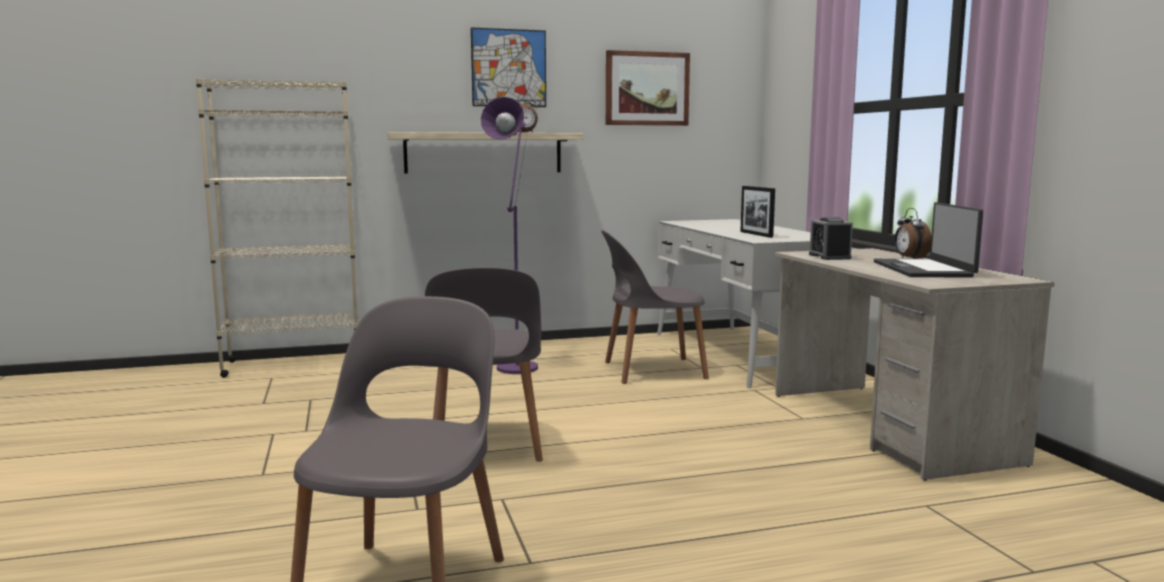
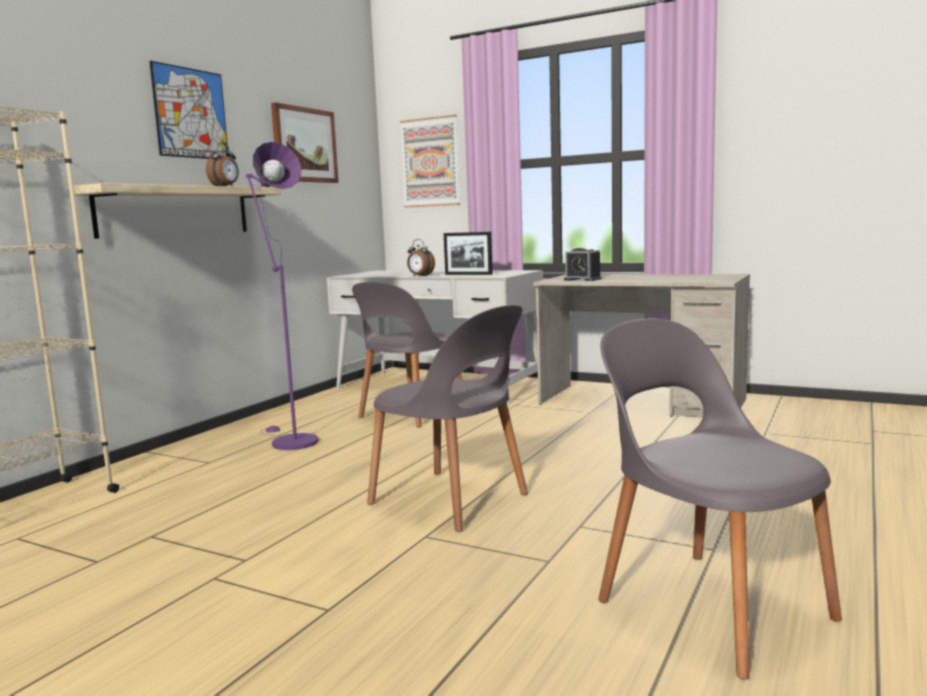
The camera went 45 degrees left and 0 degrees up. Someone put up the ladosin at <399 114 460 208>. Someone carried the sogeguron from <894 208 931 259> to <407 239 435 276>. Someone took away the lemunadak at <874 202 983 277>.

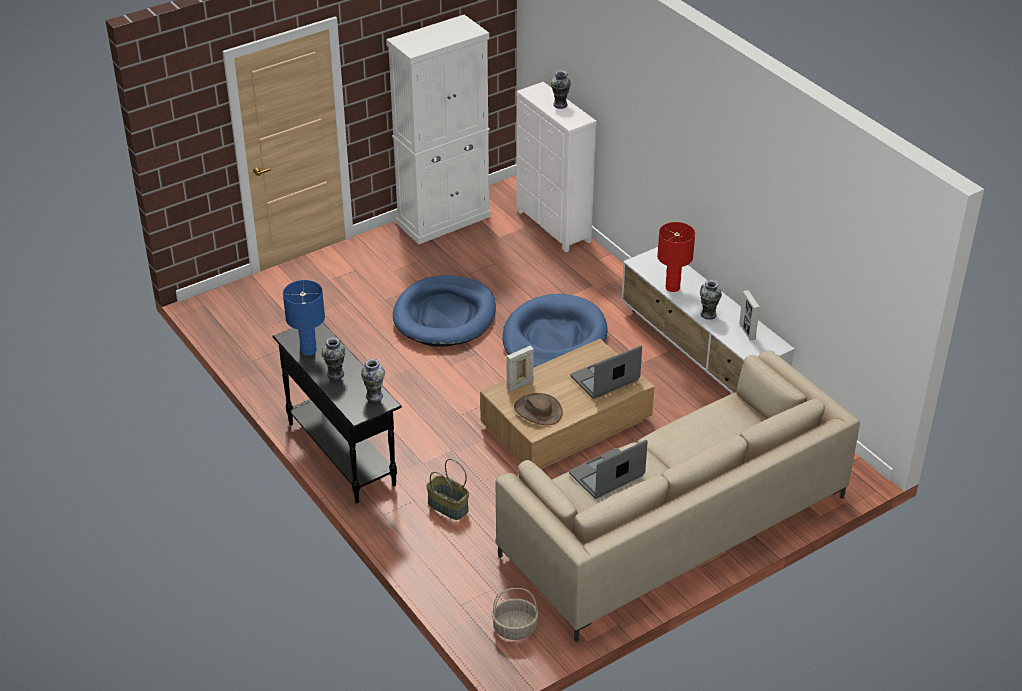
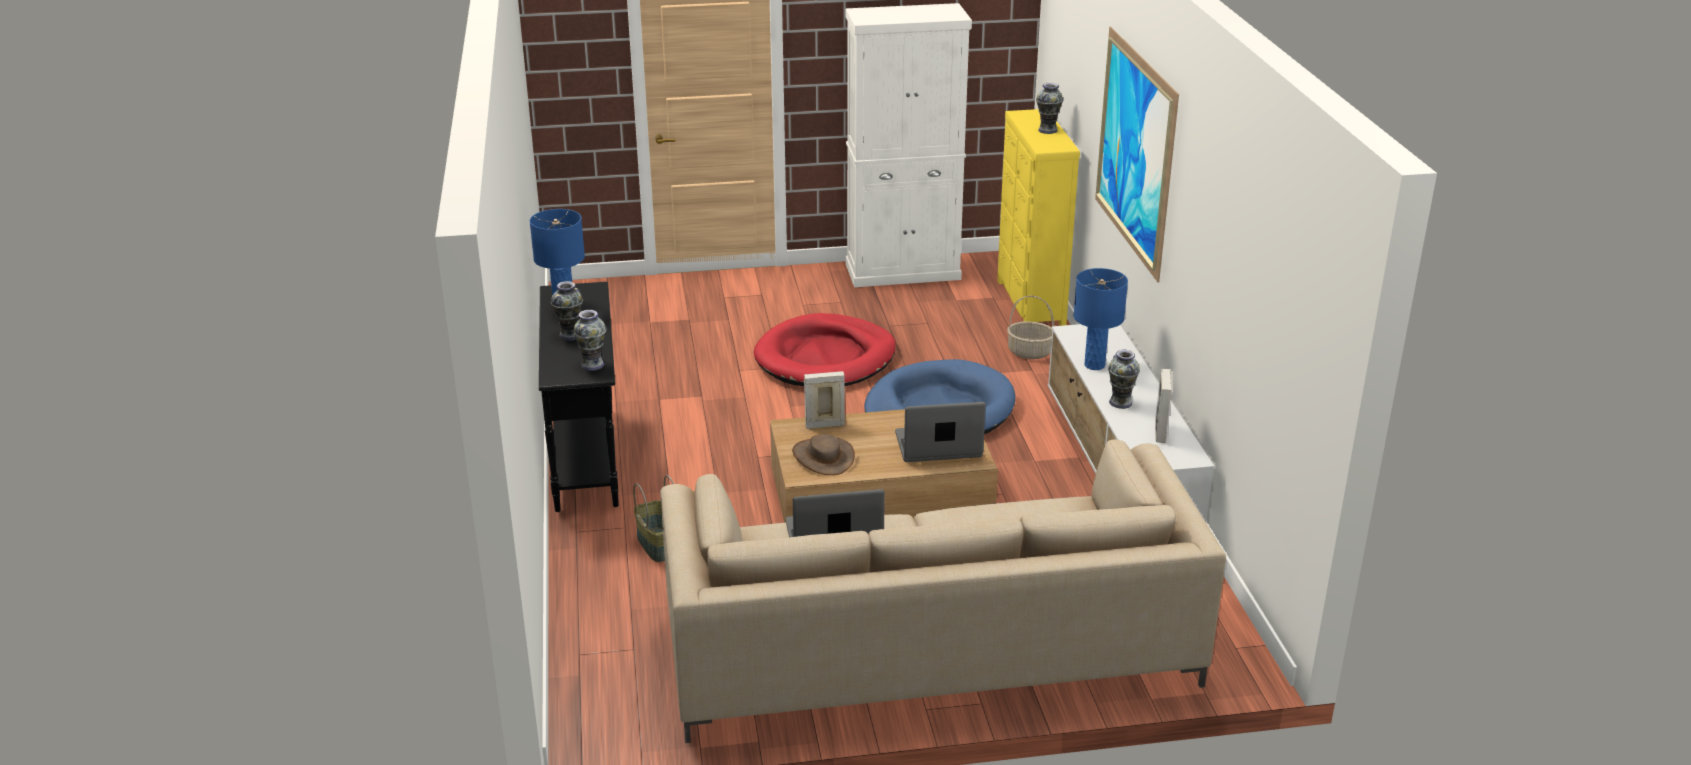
The camera went 25 degrees right and 10 degrees down. Someone repainted the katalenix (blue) at <393 275 496 347>, which became the katalenix (red) at <754 313 896 386>. Someone repainted the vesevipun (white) at <516 82 597 252>, which became the vesevipun (yellow) at <997 109 1080 326>. Someone carried the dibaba from <492 588 538 640> to <1007 296 1054 359>. Someone repainted the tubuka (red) at <657 222 695 292>, which became the tubuka (blue) at <1074 268 1128 370>. Someone put up the ladosin at <1095 26 1179 283>.

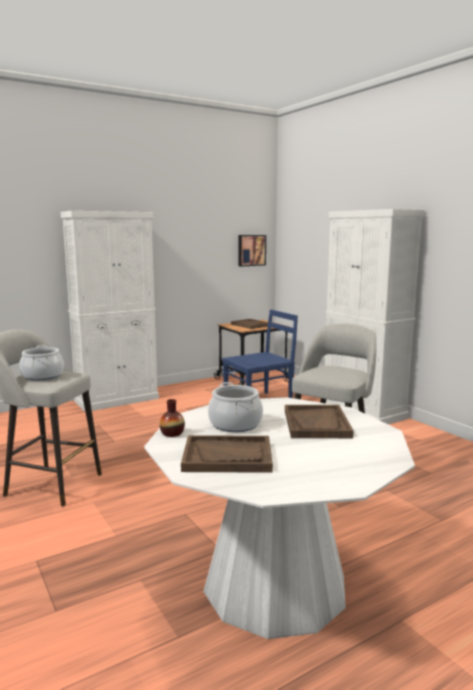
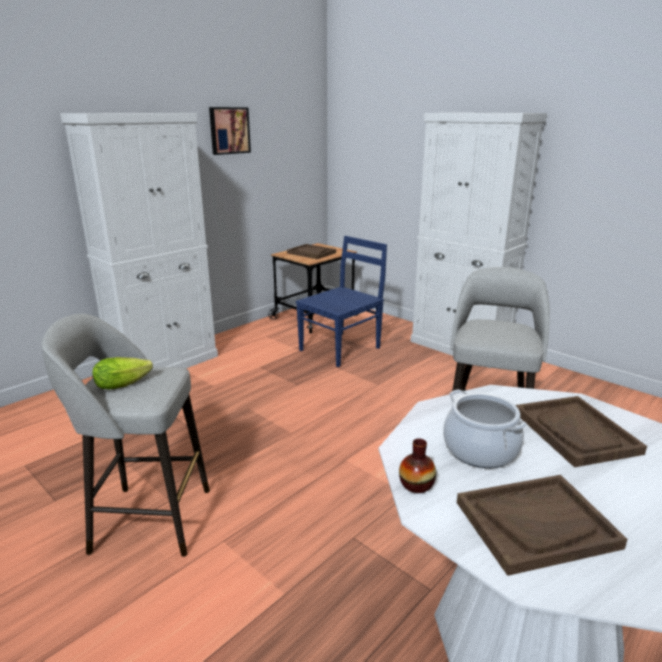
The camera went 15 degrees left and 10 degrees up. Someone swapped the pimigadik at <19 345 64 381> for the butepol at <92 357 153 390>. Someone carried the ladosin from <239 235 266 267> to <209 107 251 155>.

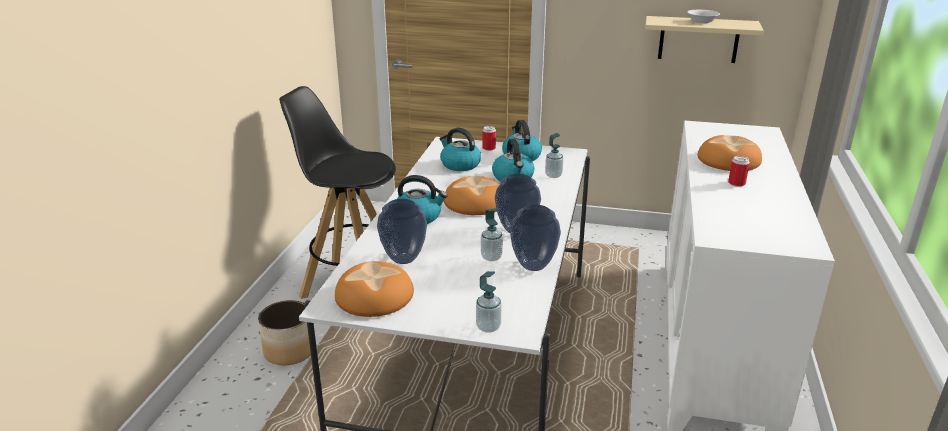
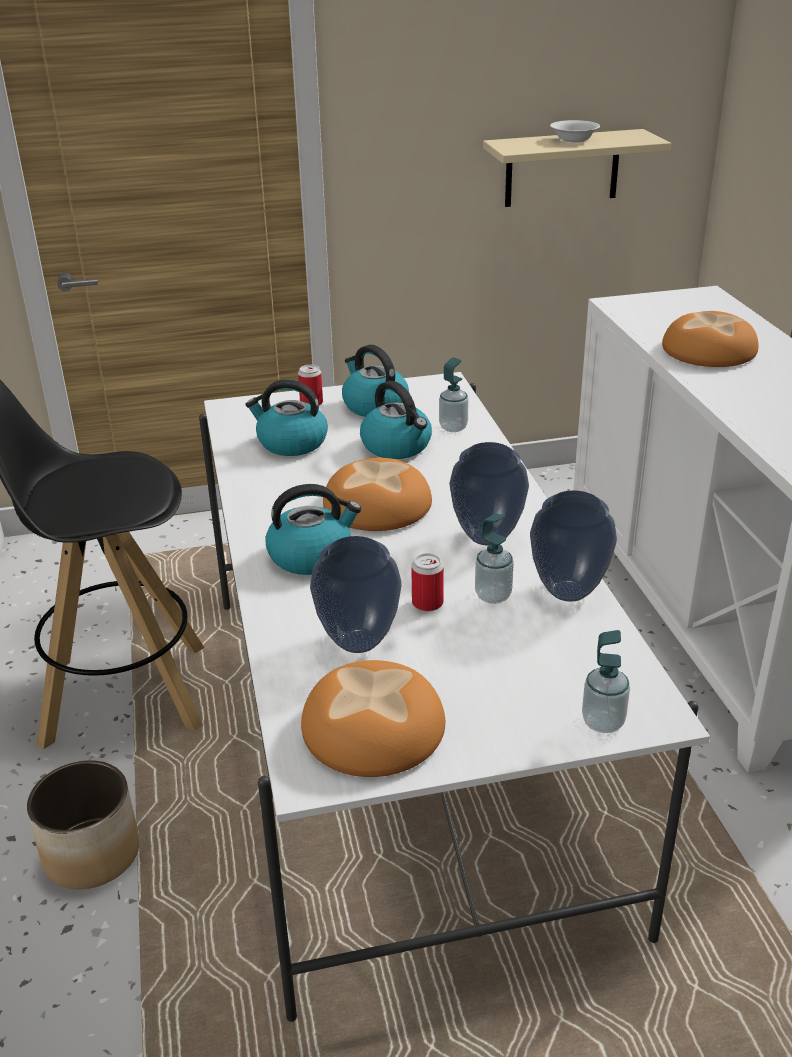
The camera went 25 degrees left and 5 degrees up. Someone carried the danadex from <728 156 750 187> to <411 553 444 611>.

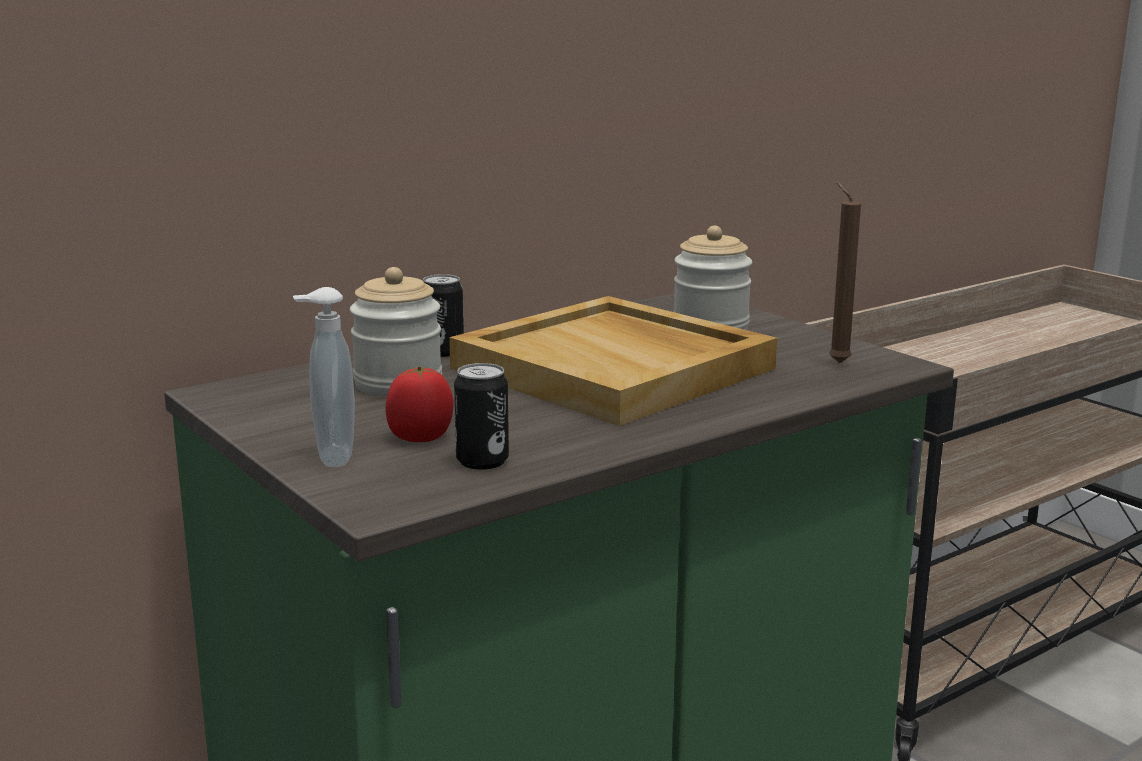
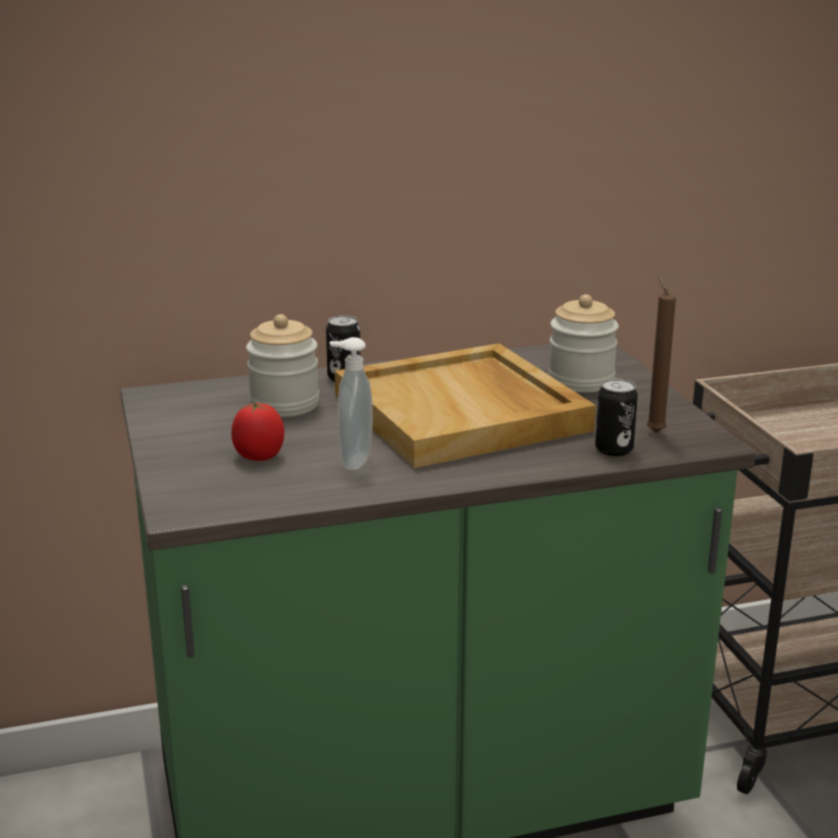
The camera went 20 degrees right and 5 degrees up. Someone carried the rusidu from <293 287 355 467> to <330 337 373 470>. Someone carried the danadex from <454 363 509 470> to <595 379 638 456>.

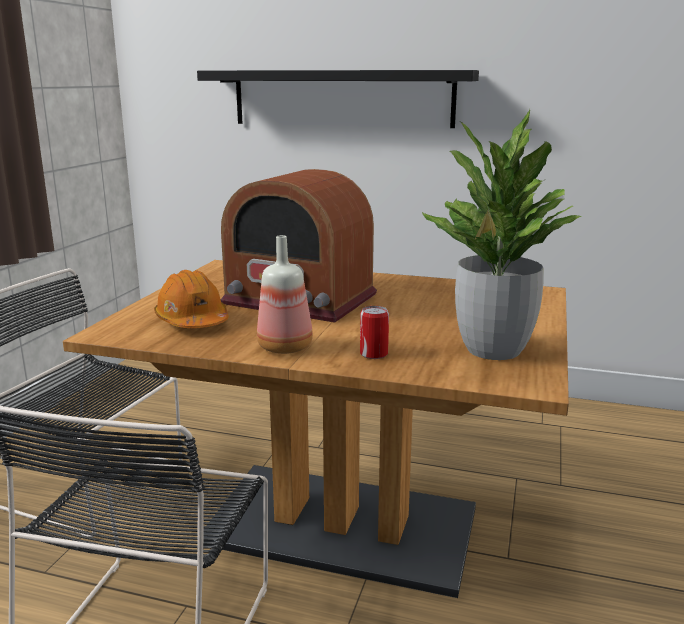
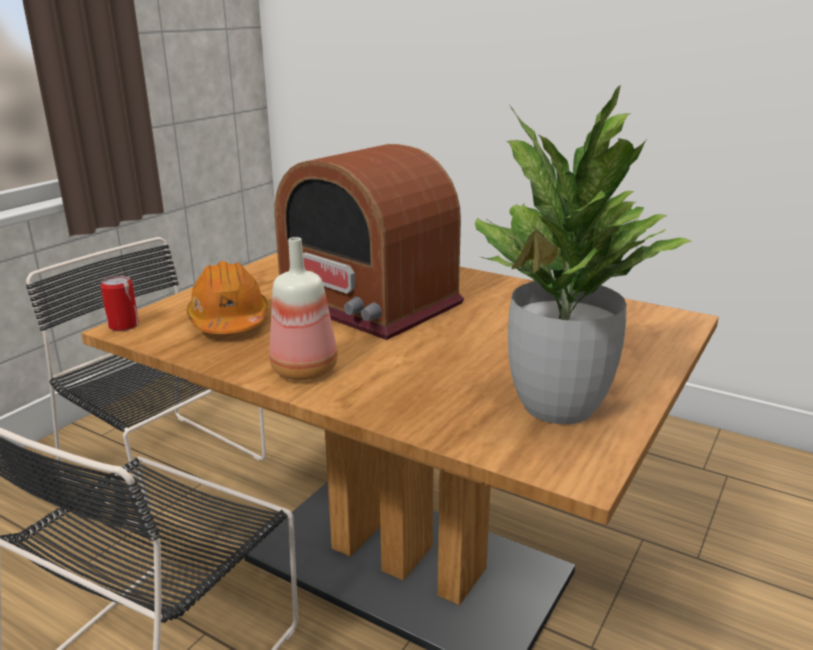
The camera went 15 degrees right and 5 degrees up. Someone carried the danadex from <360 306 389 359> to <100 276 139 331>. Someone took away the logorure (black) at <197 70 479 128>.

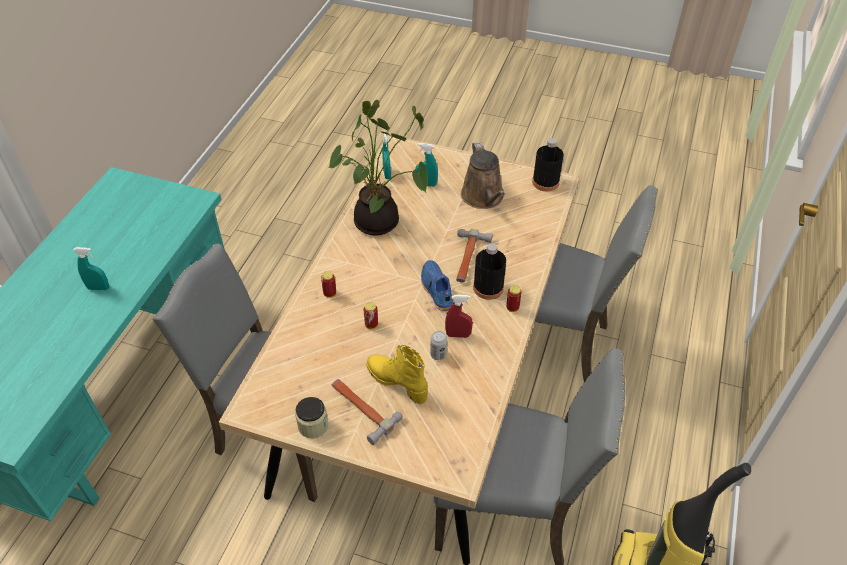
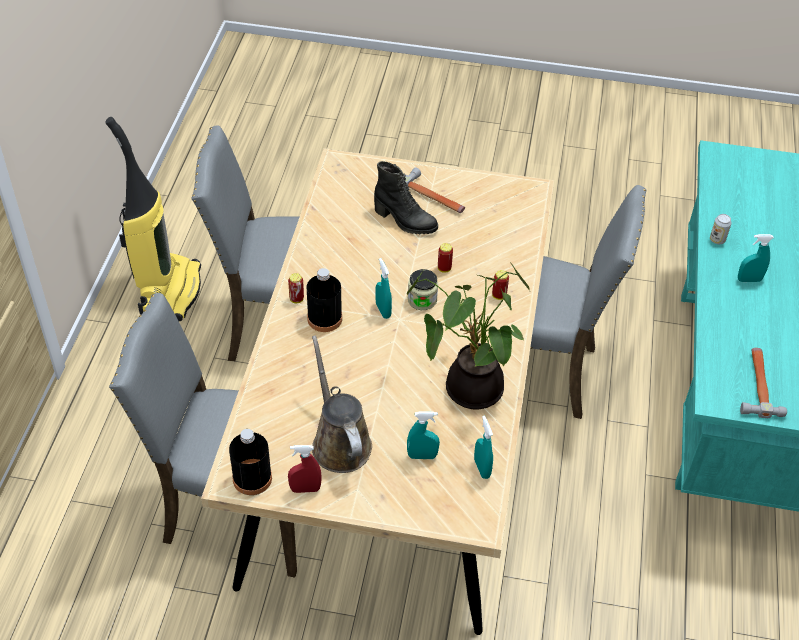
The camera went 170 degrees right and 0 degrees up. Someone carried the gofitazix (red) from <445 295 473 338> to <288 445 322 493>. Someone repainted the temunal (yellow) at <366 345 428 404>, which became the temunal (black) at <374 161 438 234>. Someone swapped the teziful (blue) at <421 260 454 311> for the gofitazix (turquoise) at <375 258 392 319>. Someone carried the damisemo from <295 397 328 438> to <408 269 438 310>. Someone carried the danadex from <430 331 447 360> to <710 214 732 244>. Someone carried the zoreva from <456 229 493 283> to <740 348 787 418>.

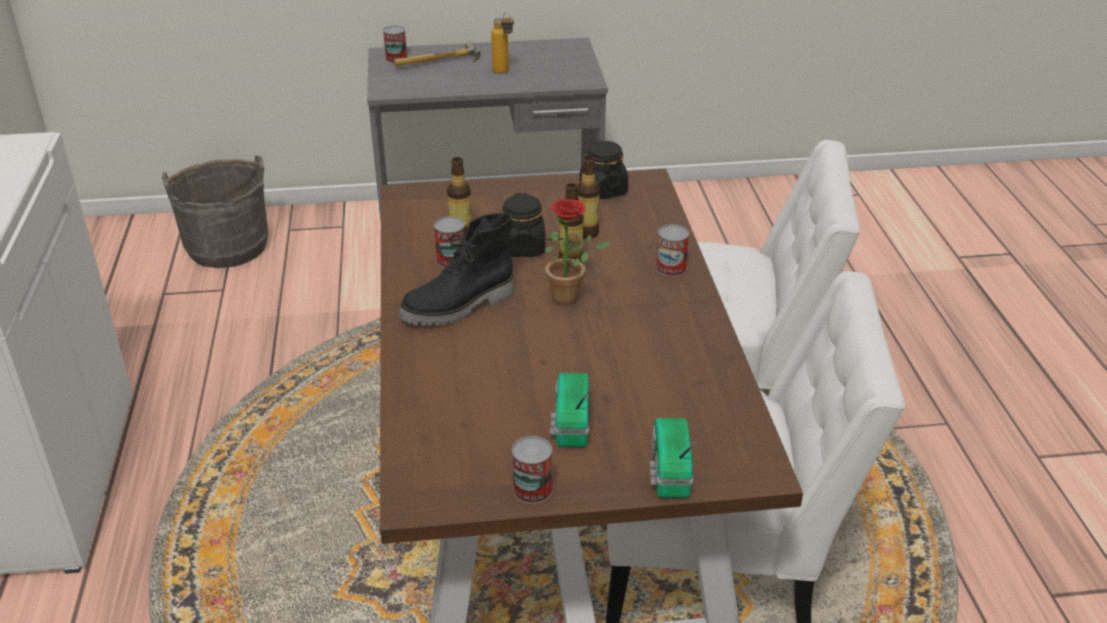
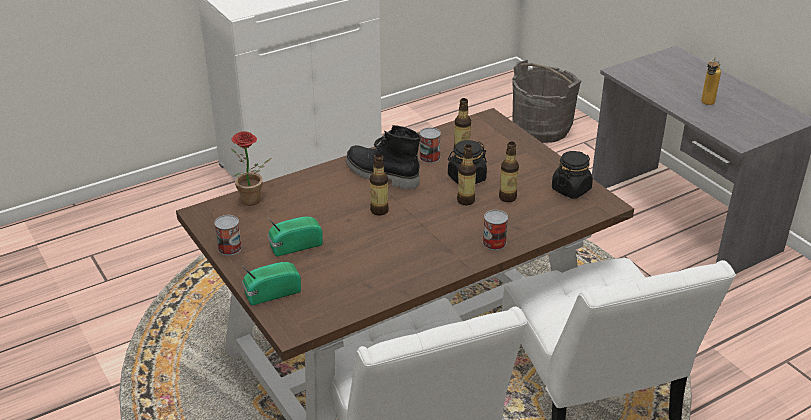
The camera went 65 degrees right and 0 degrees up. Someone carried the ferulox from <544 199 611 305> to <231 131 271 206>. Someone put down the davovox at <370 154 389 216>. Someone took away the danadex at <383 25 408 63>. Someone took away the zoreva at <393 41 480 67>.

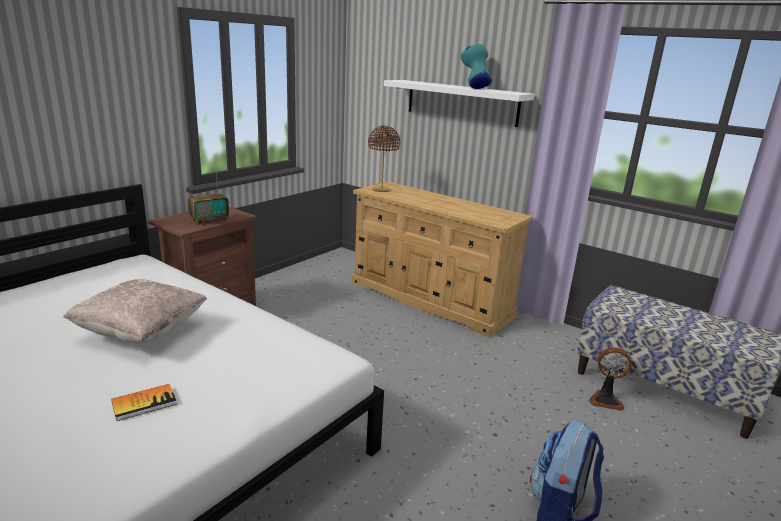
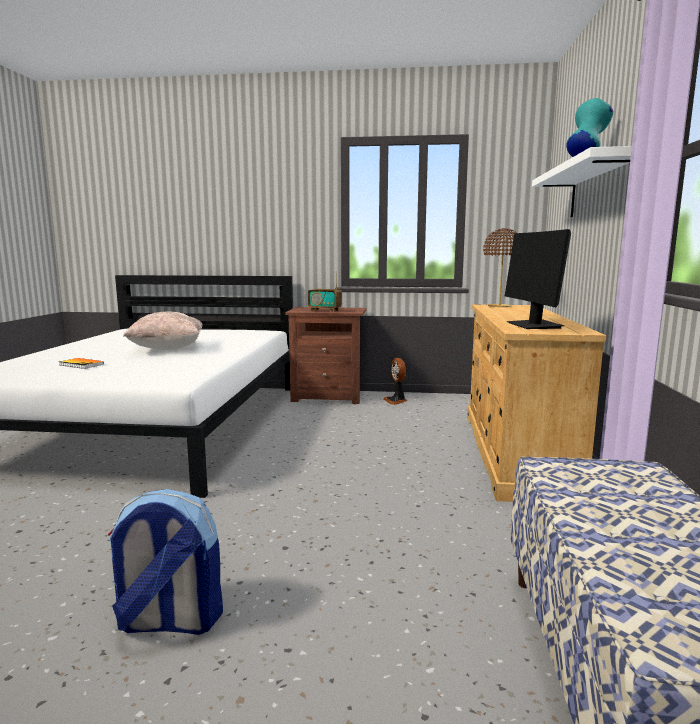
The camera went 60 degrees right and 10 degrees down. Someone carried the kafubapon from <589 347 631 411> to <383 358 407 405>. Someone put down the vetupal at <505 229 571 329>.

